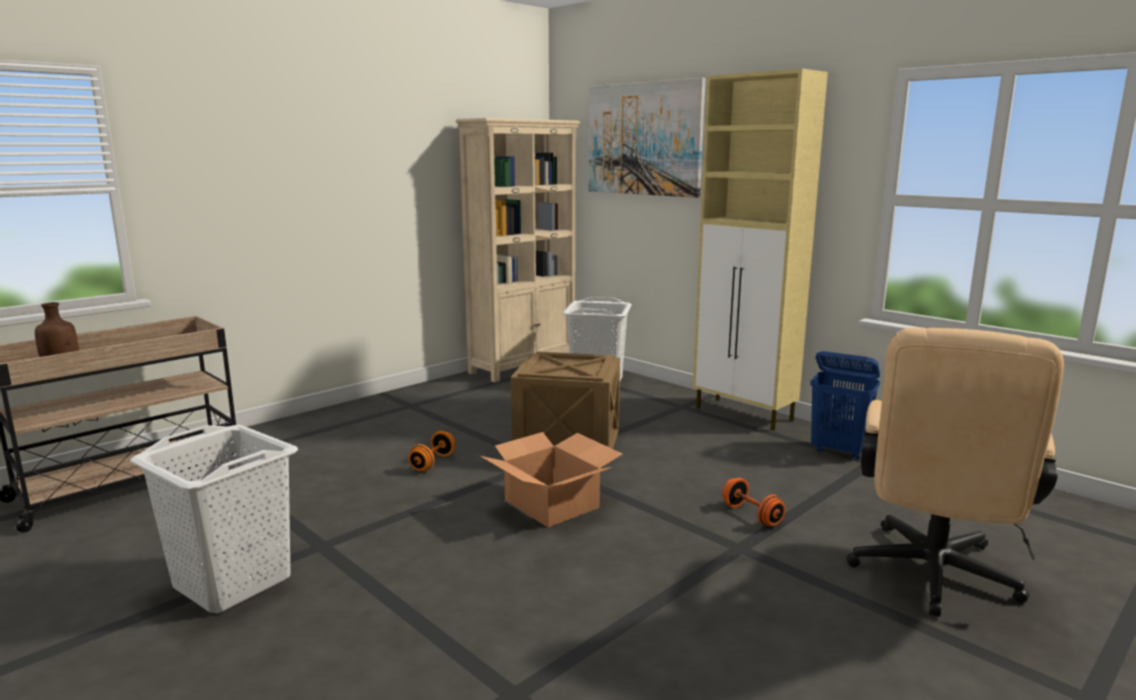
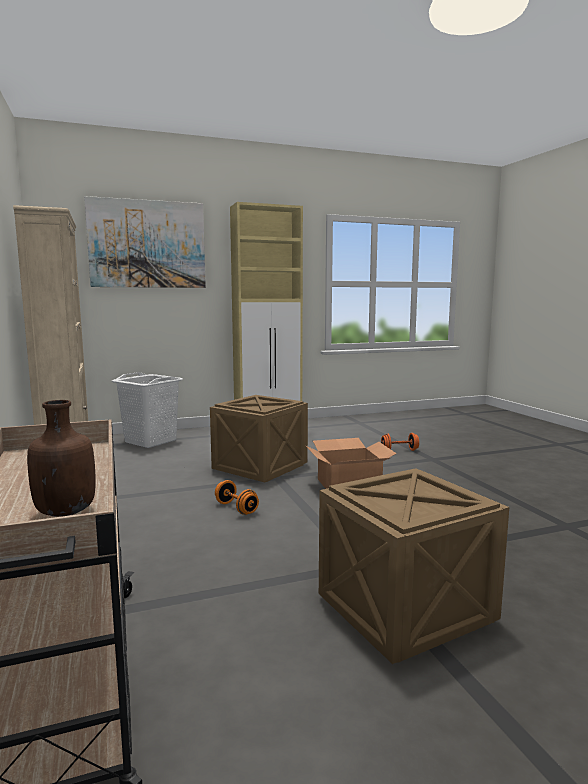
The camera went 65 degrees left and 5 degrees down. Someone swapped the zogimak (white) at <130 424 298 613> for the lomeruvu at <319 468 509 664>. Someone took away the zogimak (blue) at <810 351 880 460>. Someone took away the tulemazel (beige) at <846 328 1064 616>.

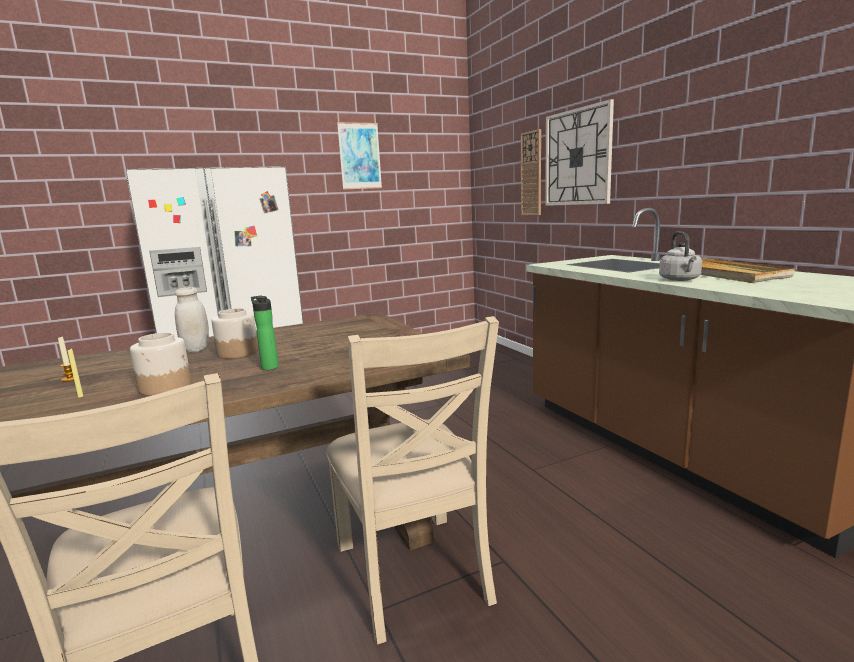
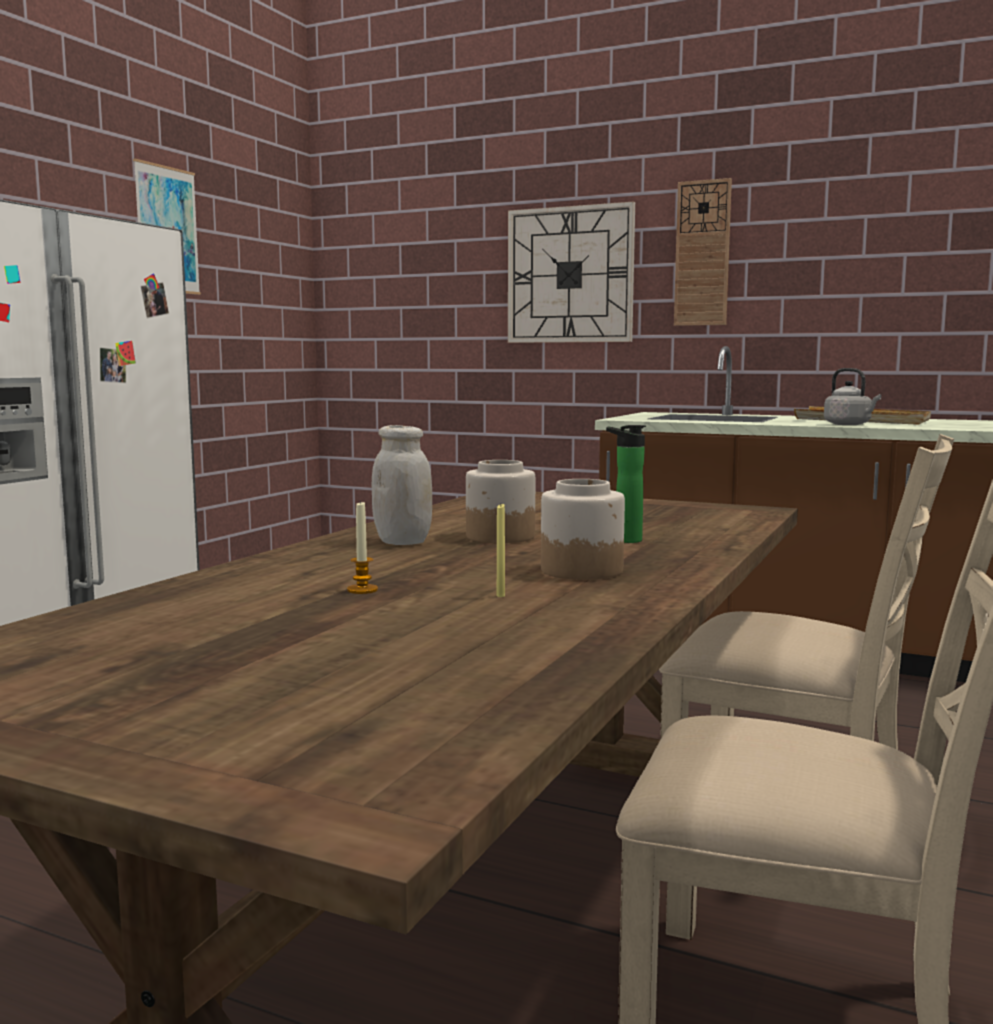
The camera went 40 degrees left and 5 degrees down. Someone carried the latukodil from <521 129 541 215> to <674 178 732 326>.

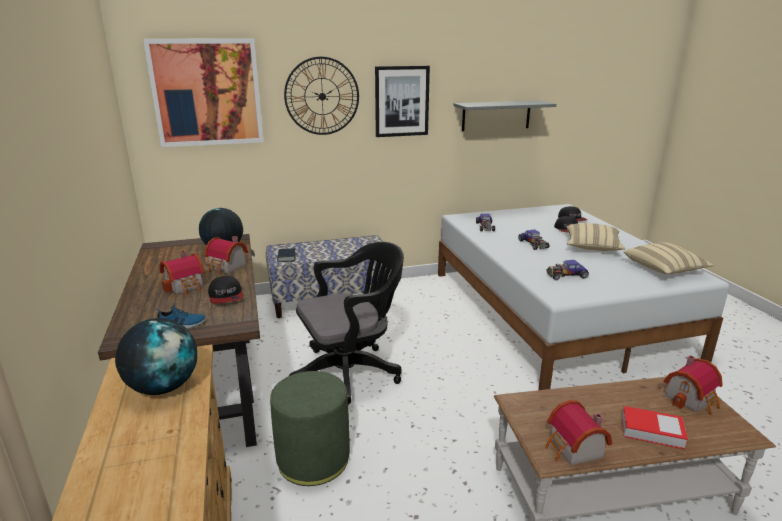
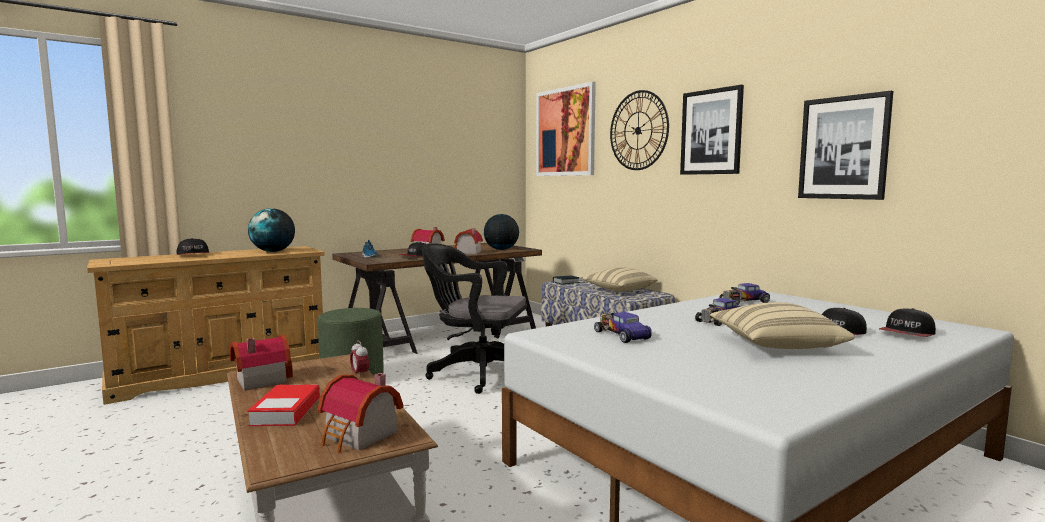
The camera went 70 degrees right and 15 degrees down. Someone put down the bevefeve at <177 238 210 255>. Someone put down the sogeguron at <350 341 369 378>. Someone rotated the tulemazel (black) at <289 242 404 405> by 150 degrees clockwise. Someone carried the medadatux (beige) from <623 242 714 274> to <582 267 658 291>. Someone swapped the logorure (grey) at <453 100 557 131> for the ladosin at <798 91 893 200>.

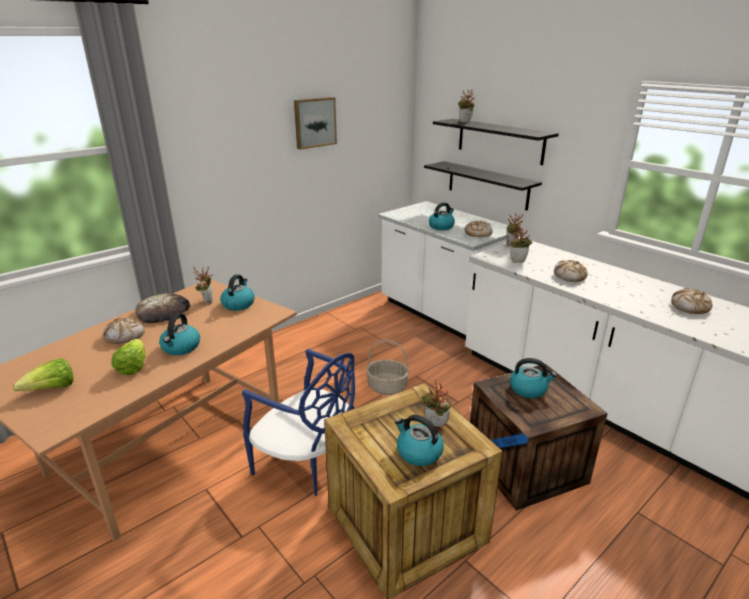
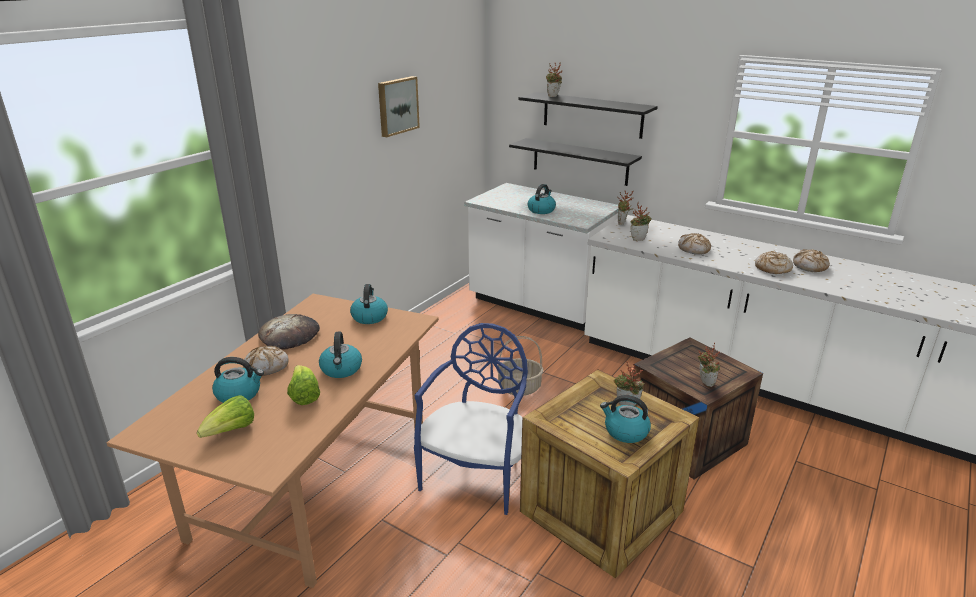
The camera went 15 degrees left and 0 degrees up. Someone carried the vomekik from <510 358 557 398> to <212 357 264 403>. Someone rotated the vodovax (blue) at <242 349 355 496> by 90 degrees counterclockwise. Someone carried the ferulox from <193 266 213 305> to <698 343 720 387>. Someone carried the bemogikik from <464 220 493 237> to <755 251 793 274>.

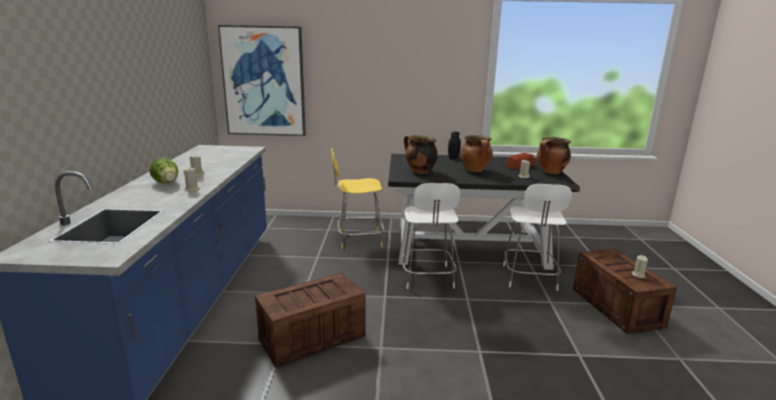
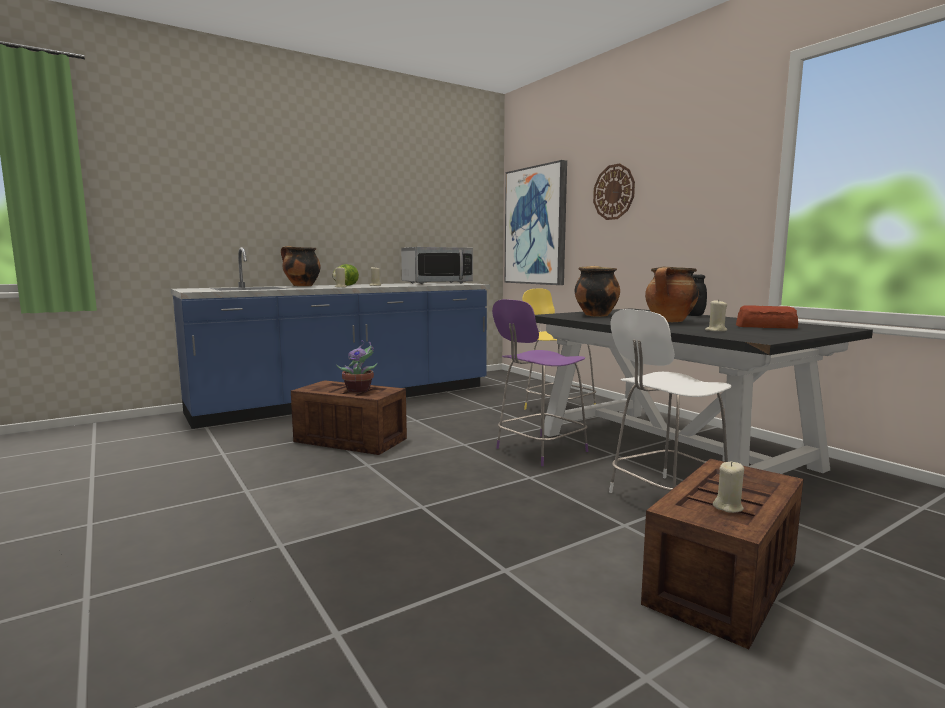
The camera went 55 degrees right and 10 degrees down. Someone carried the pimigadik from <537 137 571 174> to <281 246 320 286>. Someone put down the ferulox at <336 341 378 393>. Someone put down the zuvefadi at <401 247 473 284>. Someone repainted the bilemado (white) at <403 183 460 289>, which became the bilemado (purple) at <492 299 588 466>. Someone put up the latukodil at <593 163 635 220>.

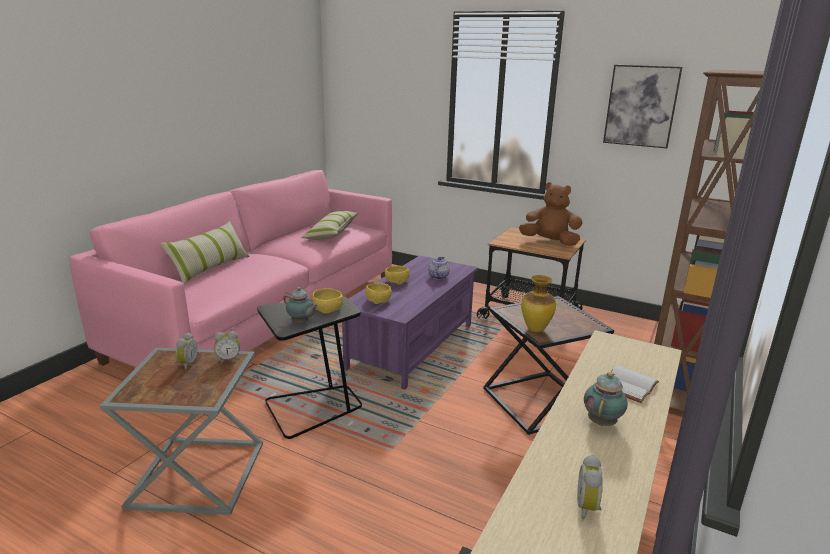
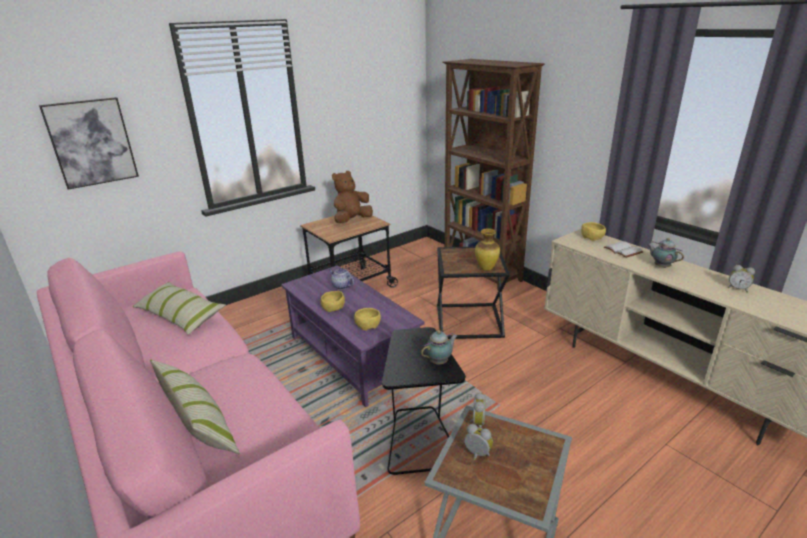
The camera went 65 degrees left and 5 degrees up. Someone carried the ladosin from <603 65 683 148> to <39 97 139 190>. Someone carried the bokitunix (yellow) from <312 288 343 313> to <581 222 606 241>.

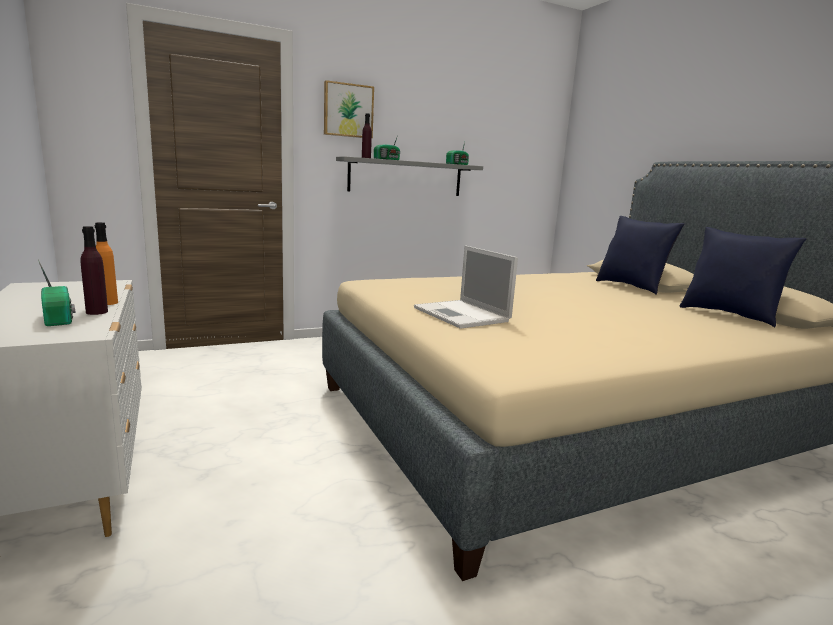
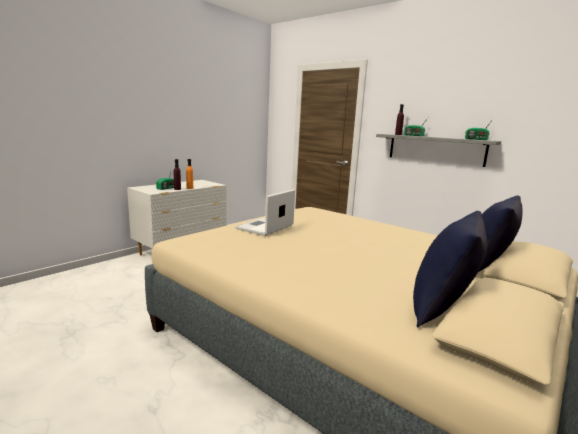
The camera went 65 degrees right and 0 degrees up. Someone took away the ladosin at <324 80 374 138>.

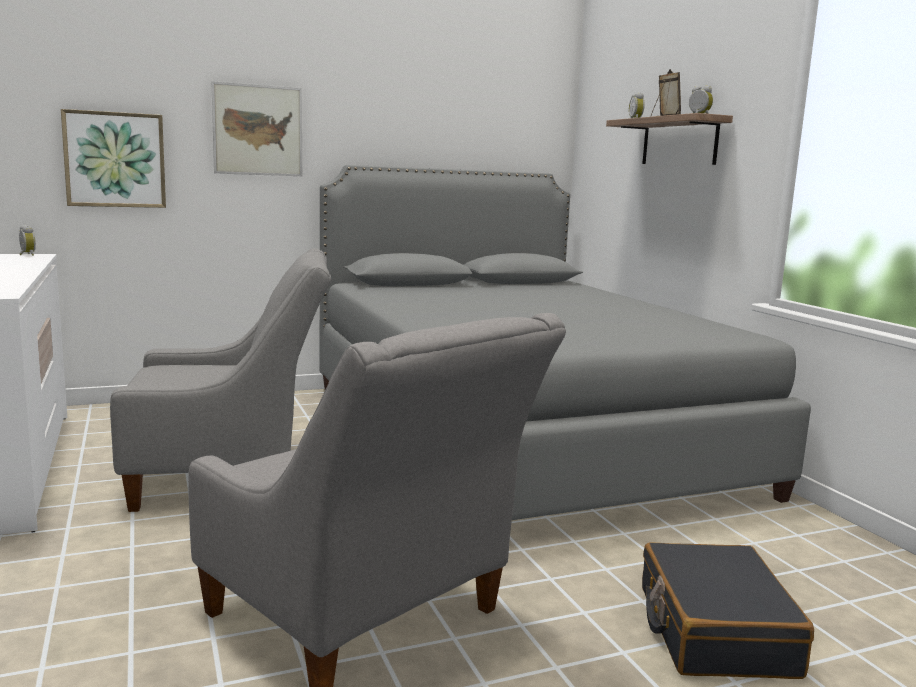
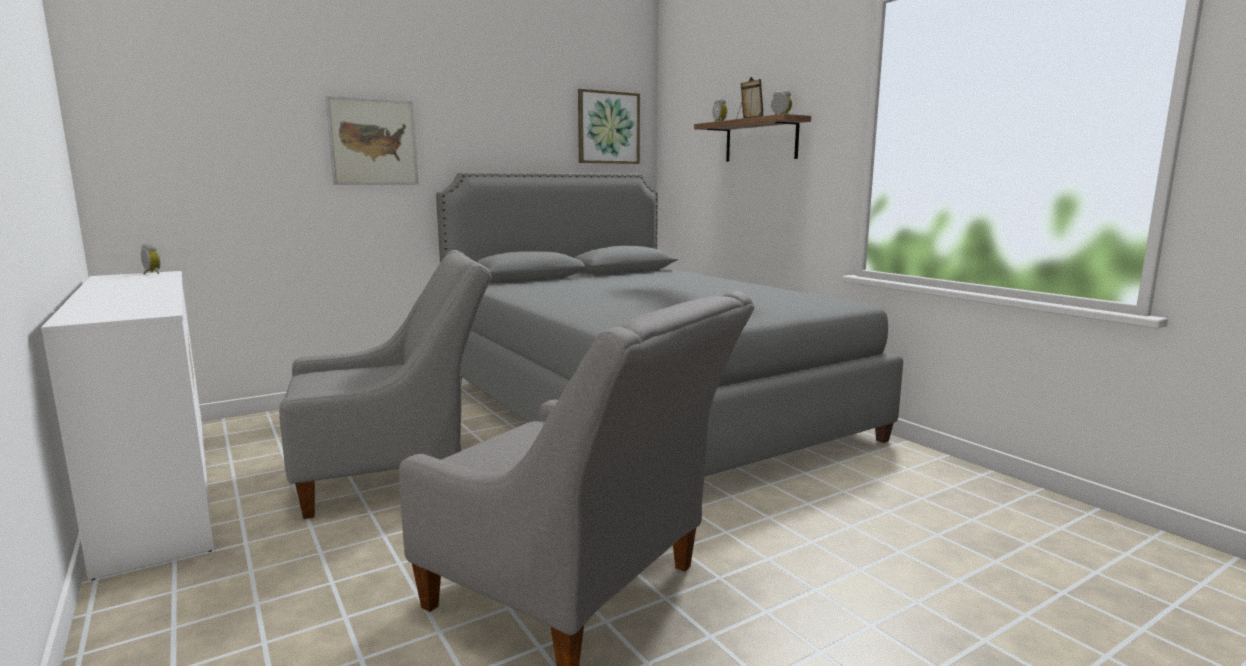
The camera went 10 degrees left and 0 degrees up. Someone carried the ladosin from <61 109 166 208> to <578 89 640 164>. Someone took away the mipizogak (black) at <642 542 814 679>.

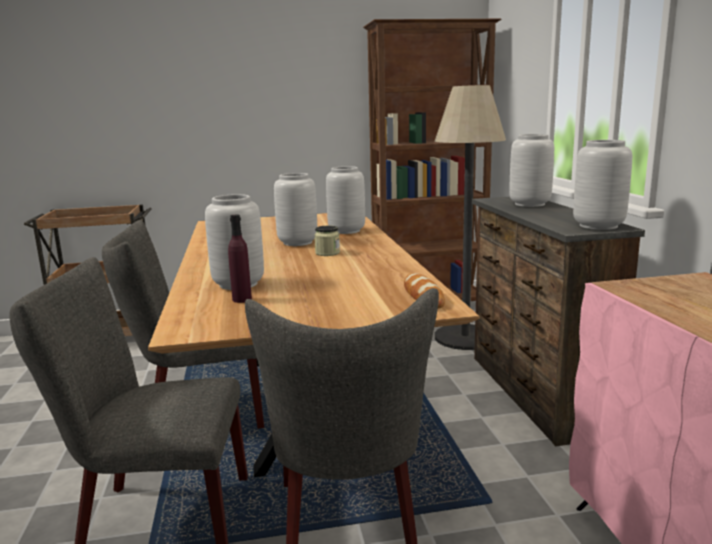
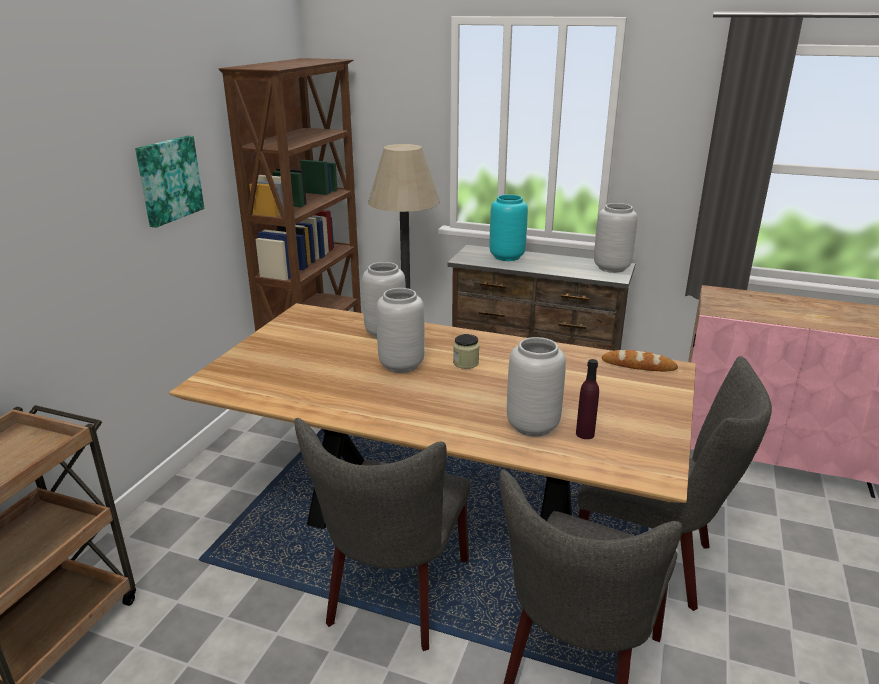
The camera went 60 degrees left and 10 degrees up. Someone put up the ladosin at <135 136 204 228>. Someone repainted the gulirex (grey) at <509 134 554 207>, which became the gulirex (turquoise) at <490 194 528 261>.

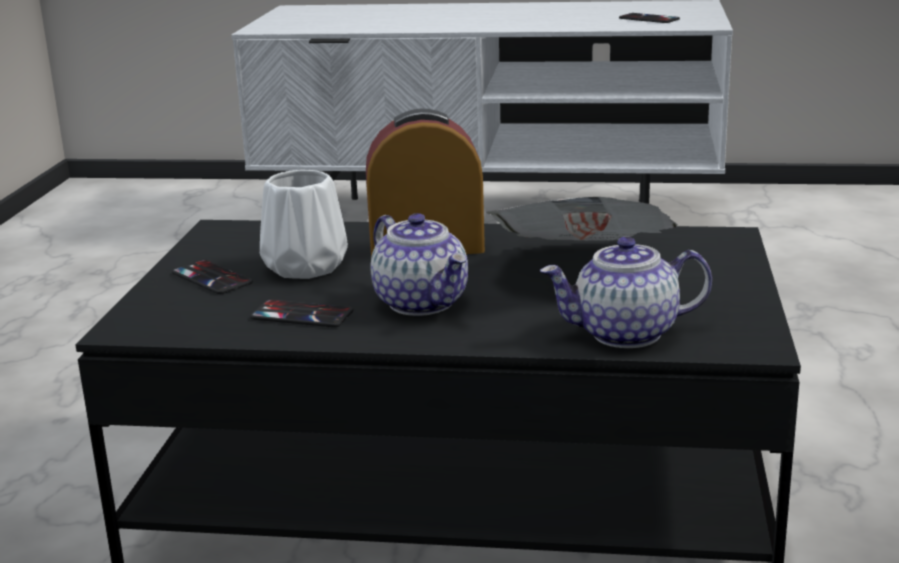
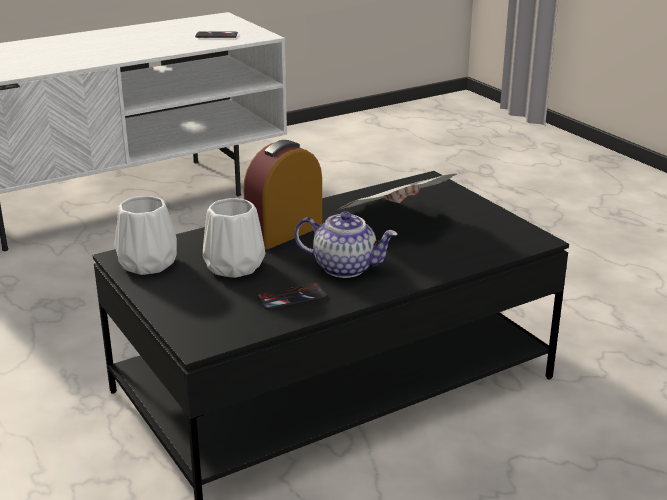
The camera went 40 degrees left and 5 degrees up. Someone put down the gulirex (white) at <115 196 177 275>. Someone took away the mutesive at <172 260 253 294>. Someone took away the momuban at <540 237 712 348>.

